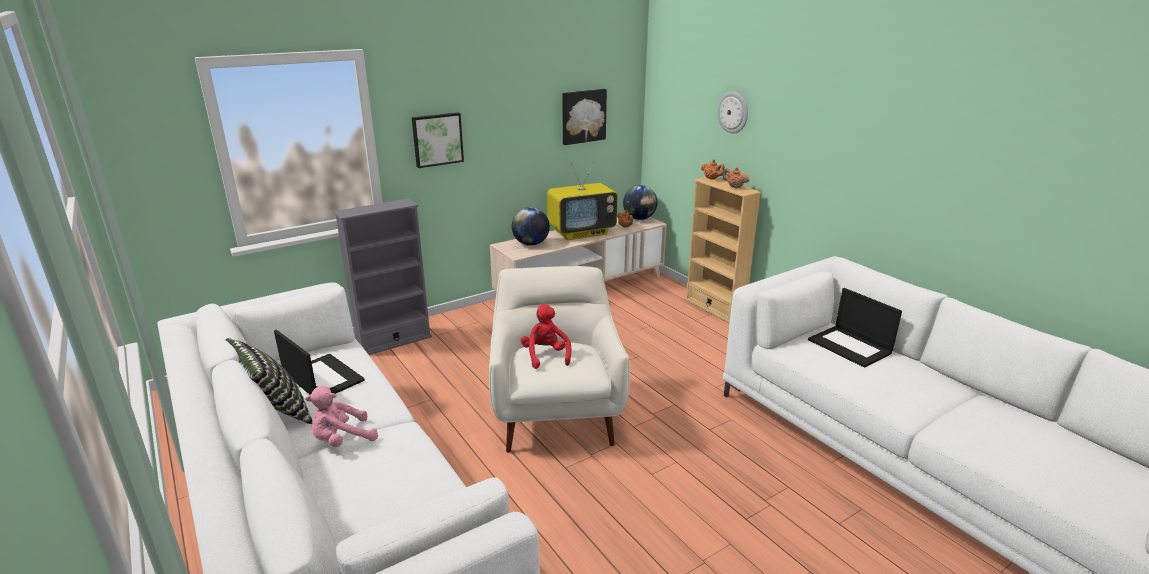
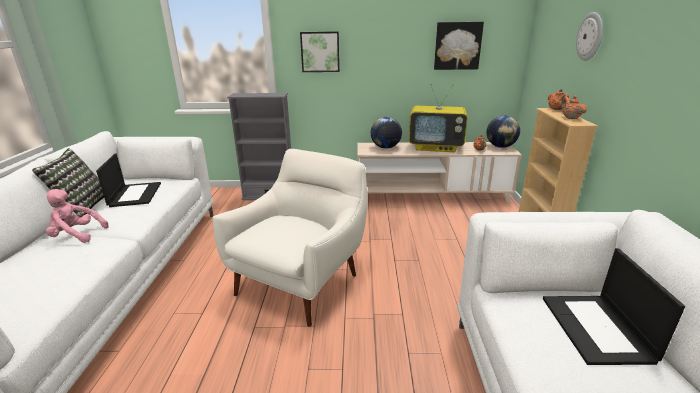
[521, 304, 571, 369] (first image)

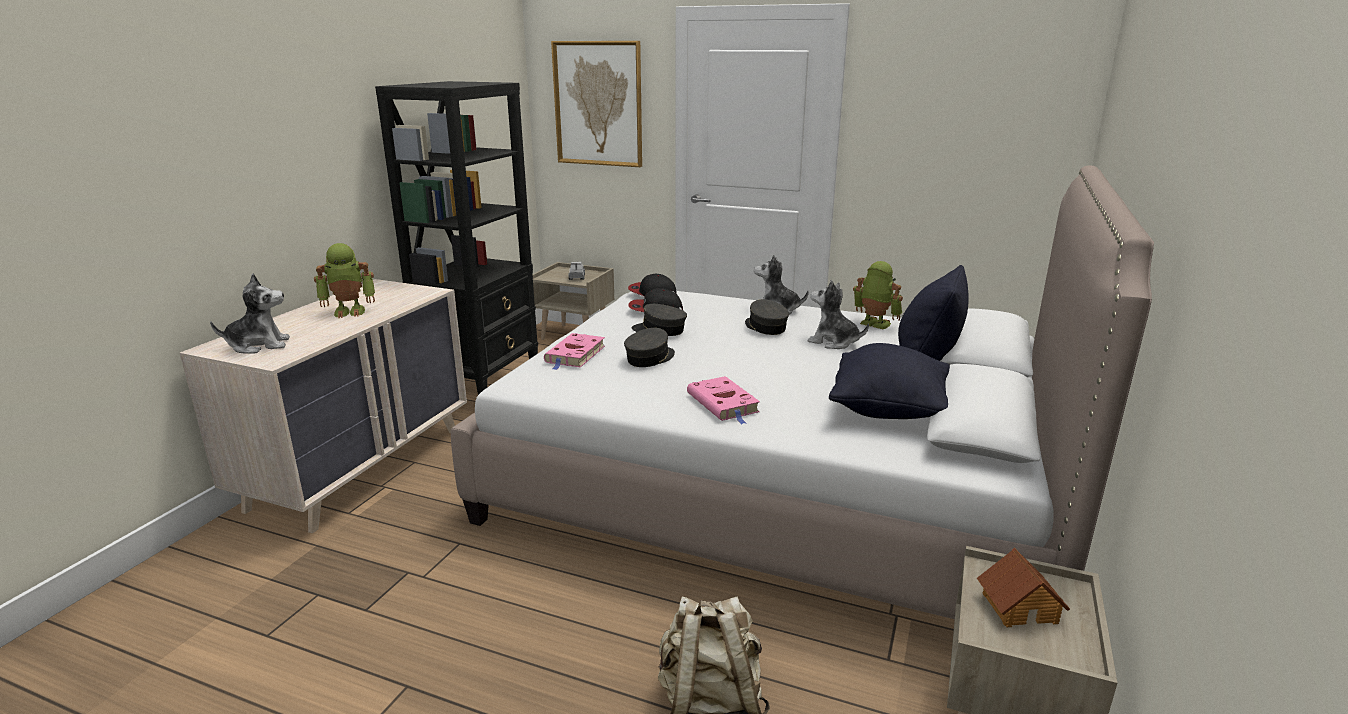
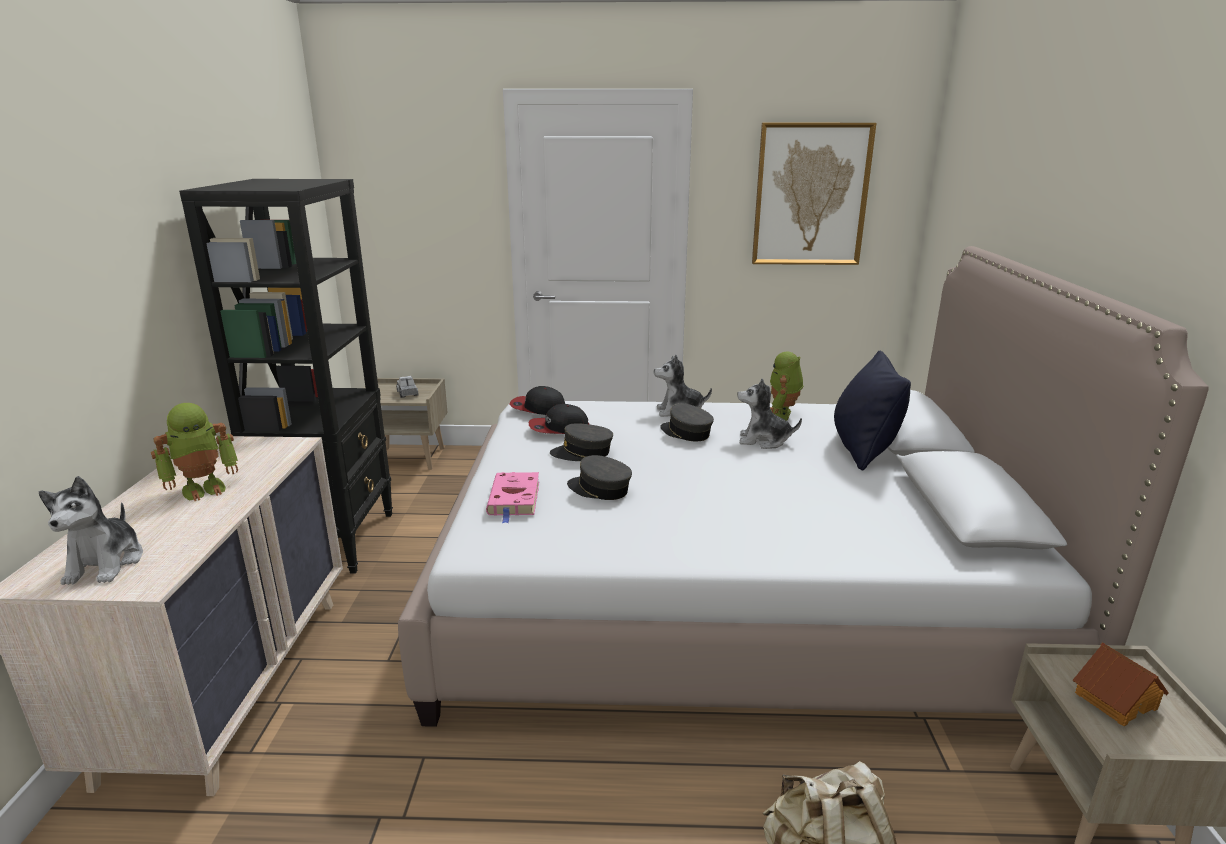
[39, 476, 143, 585]
[567, 455, 632, 500]
[752, 123, 876, 265]
[770, 351, 803, 421]
[687, 376, 760, 424] (first image)
[829, 343, 950, 419] (first image)

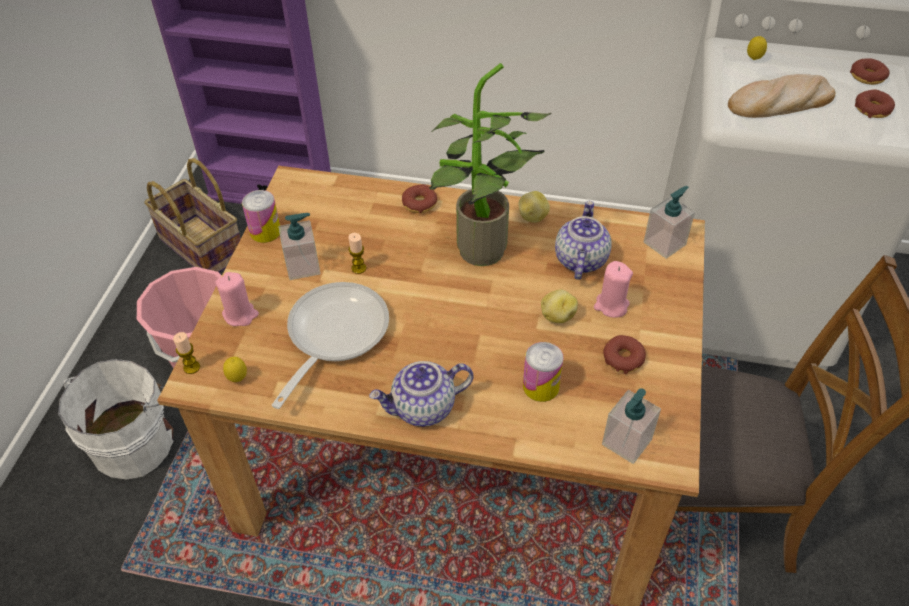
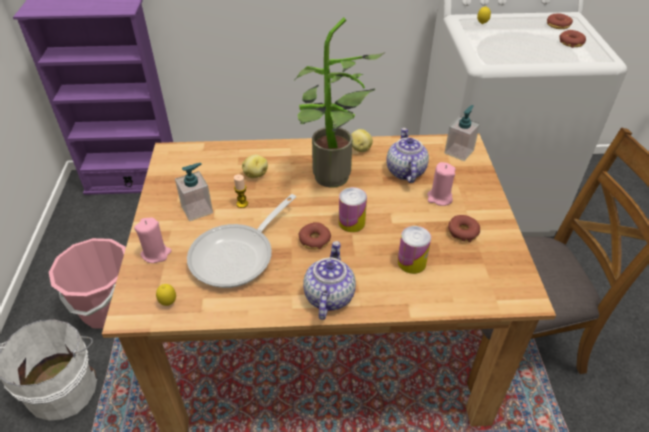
[187, 194, 296, 288]
[242, 154, 268, 178]
[298, 222, 331, 250]
[303, 241, 356, 320]
[339, 187, 367, 232]
[144, 158, 241, 273] (first image)
[173, 332, 200, 374] (first image)
[602, 388, 661, 464] (first image)
[728, 74, 835, 118] (first image)

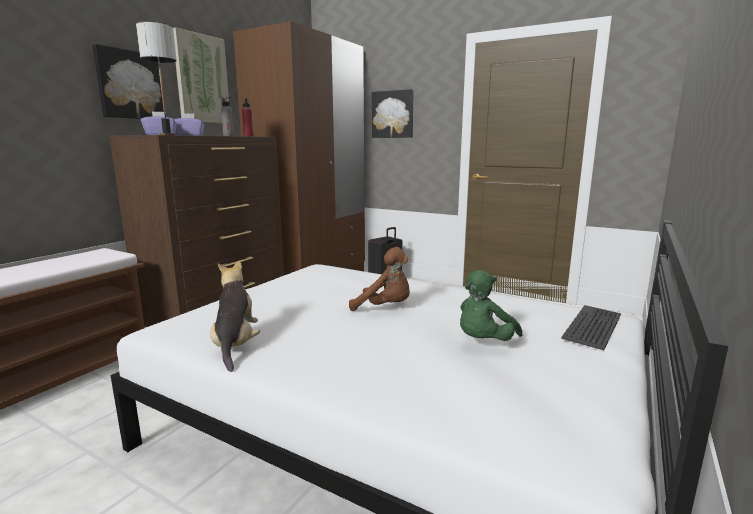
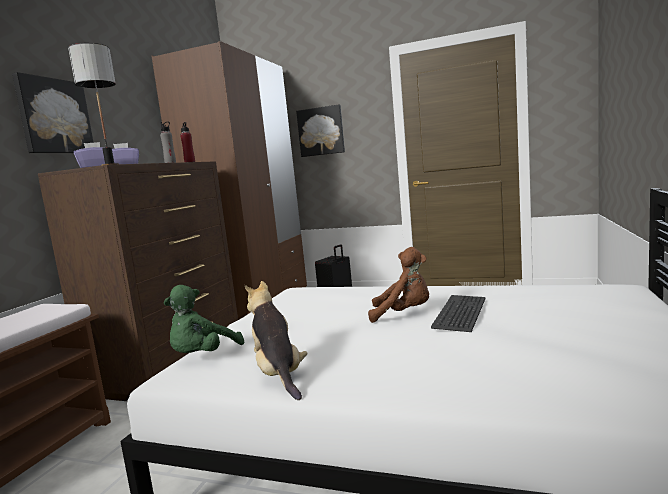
[164, 285, 244, 353]
[431, 295, 485, 332]
[173, 27, 229, 123] (first image)

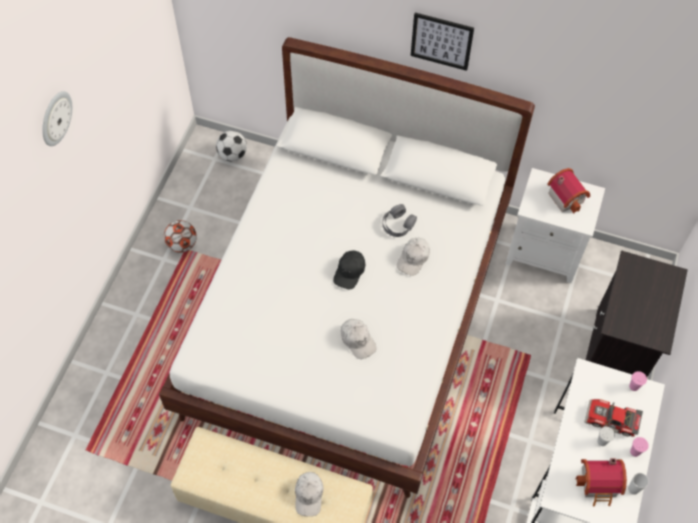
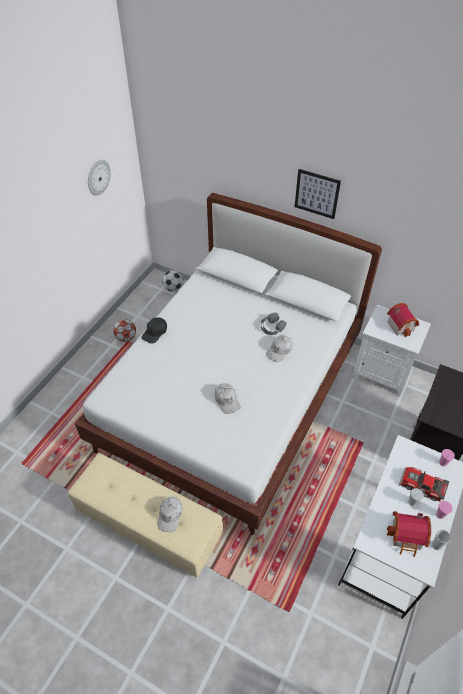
[88, 160, 111, 195]
[142, 318, 167, 343]

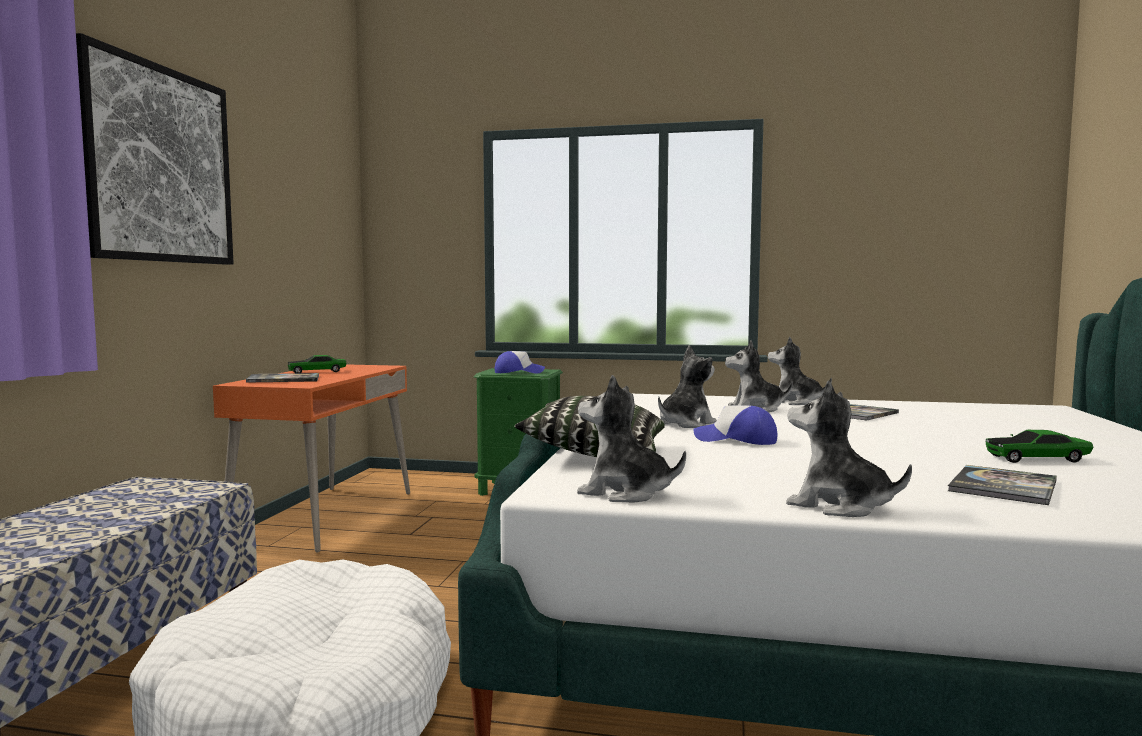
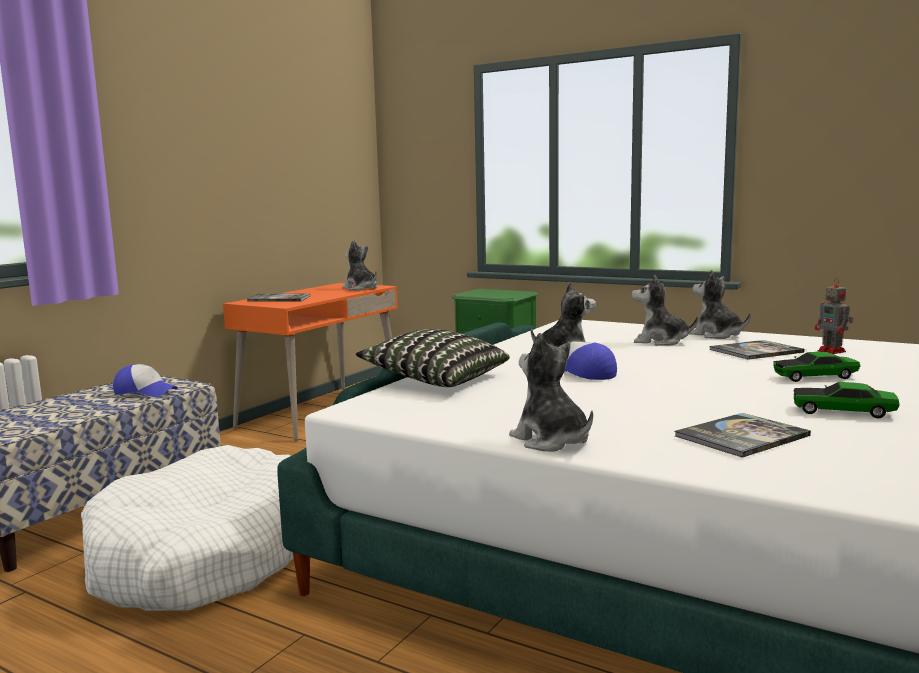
[113, 364, 178, 397]
[342, 240, 377, 291]
[773, 352, 860, 382]
[815, 278, 853, 354]
[76, 33, 234, 265] (first image)

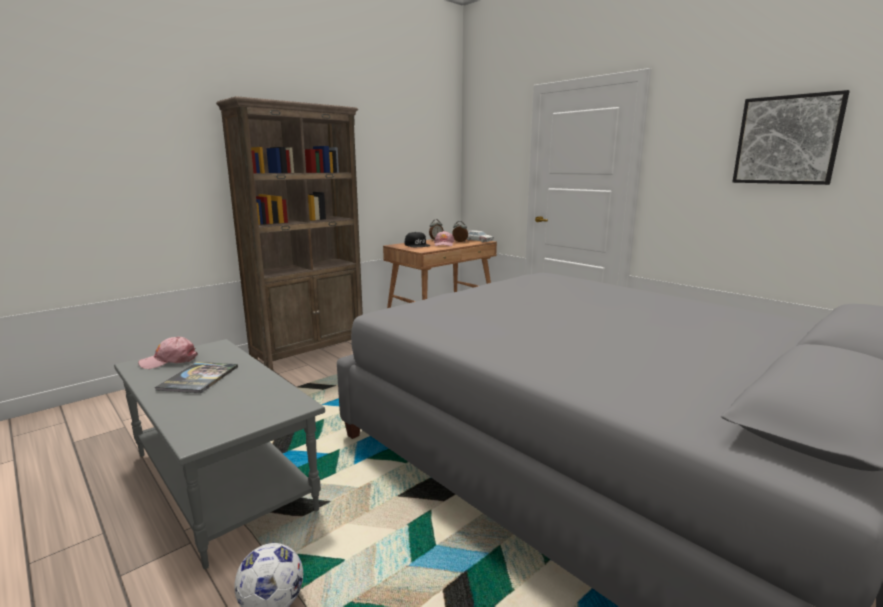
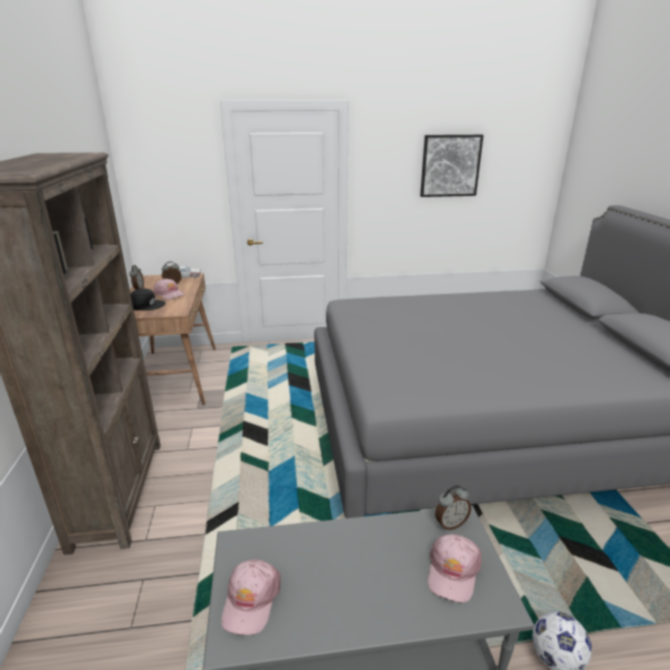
[428, 534, 482, 603]
[435, 485, 471, 530]
[155, 362, 238, 393] (first image)

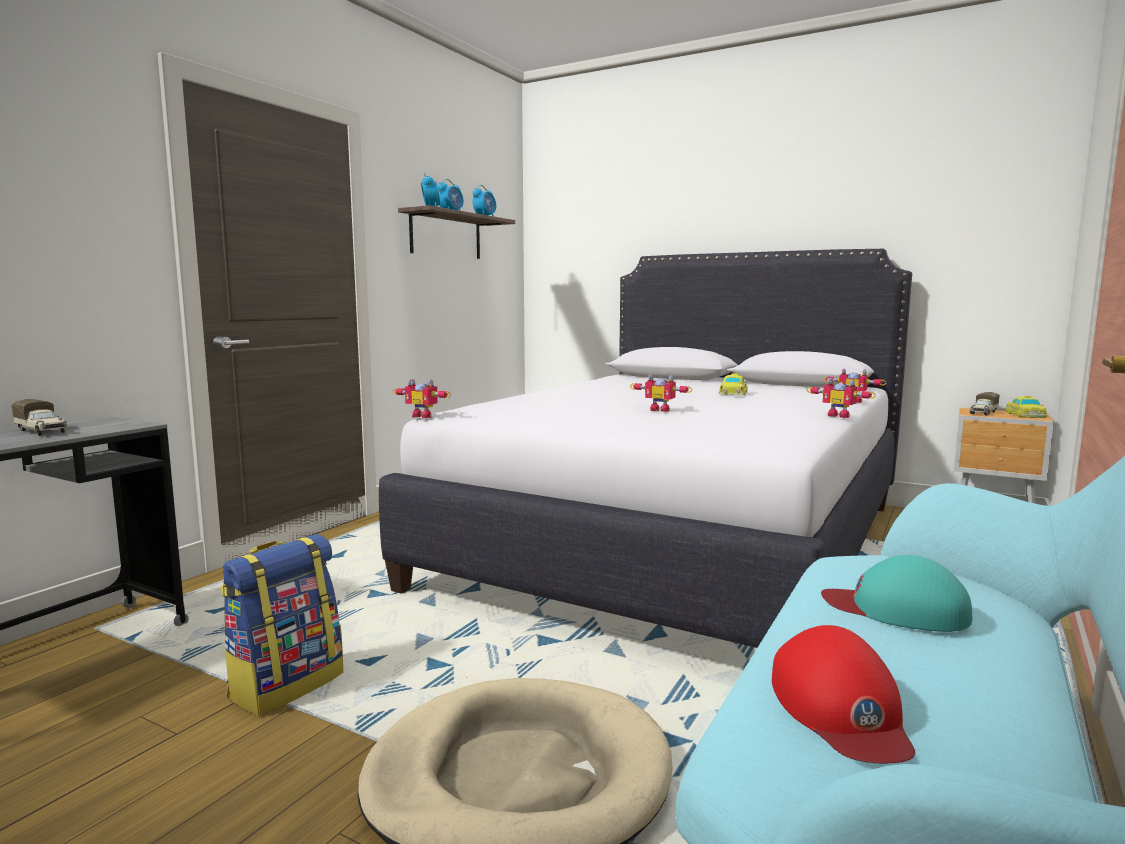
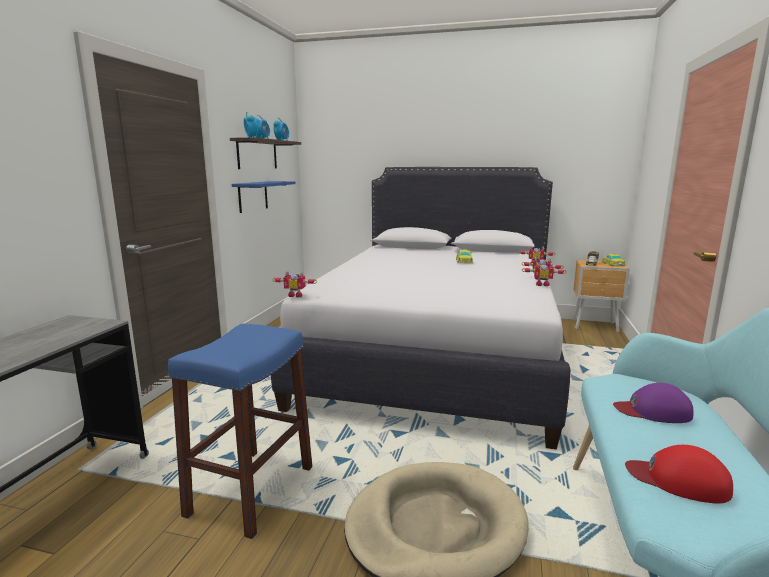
[168, 324, 312, 539]
[232, 181, 296, 213]
[522, 262, 567, 286]
[613, 383, 693, 423]
[625, 445, 733, 504]
[11, 399, 68, 436] (first image)

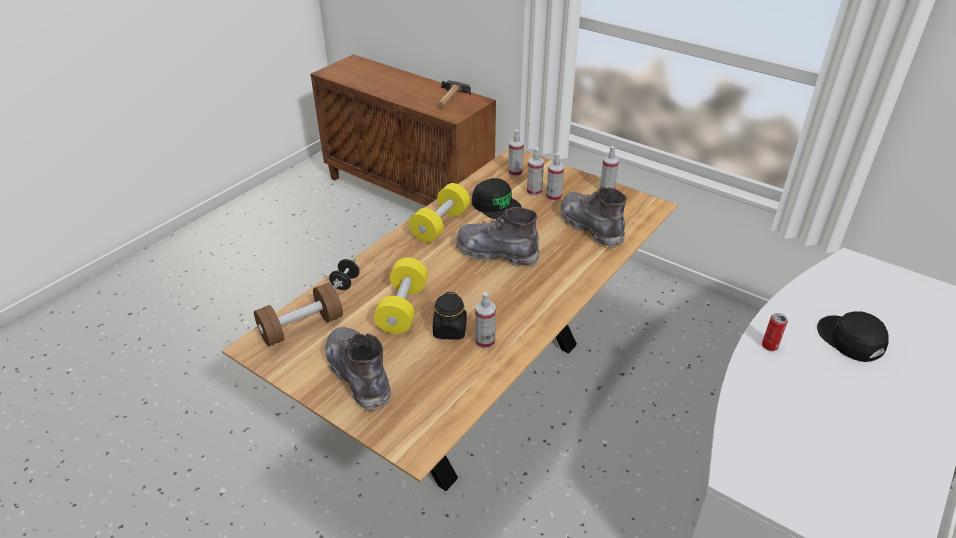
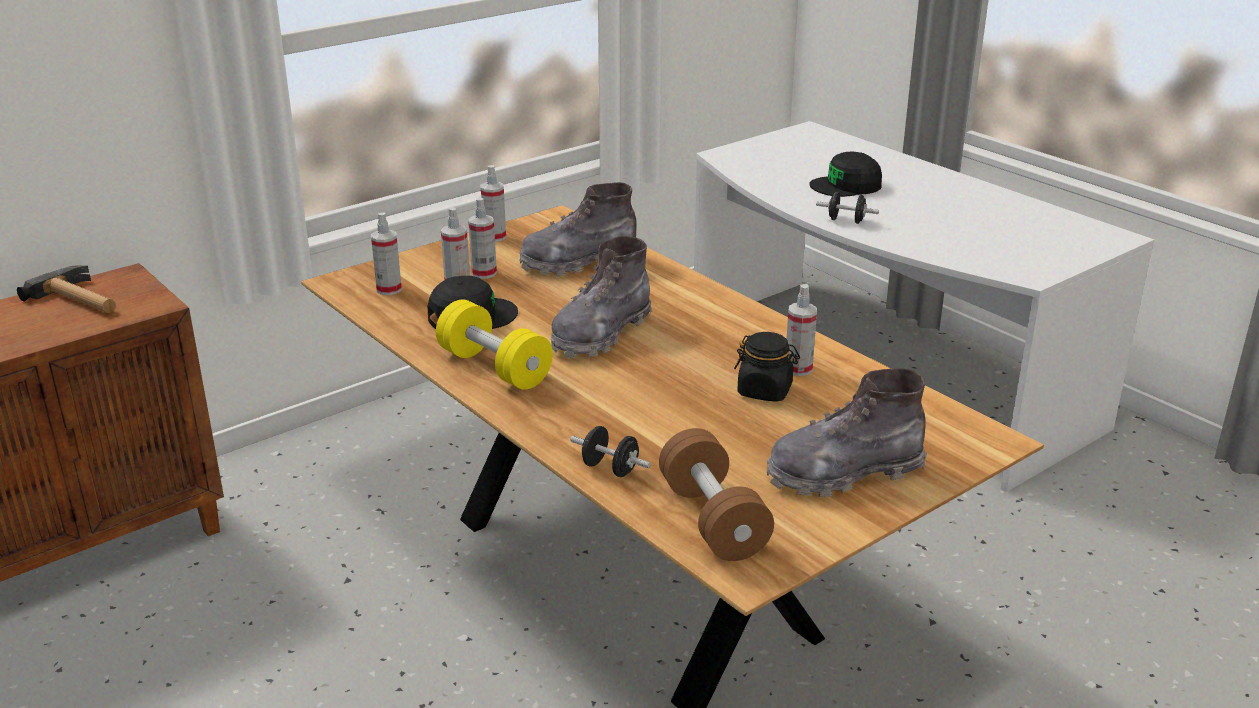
[816, 191, 879, 224]
[374, 258, 428, 334] (first image)

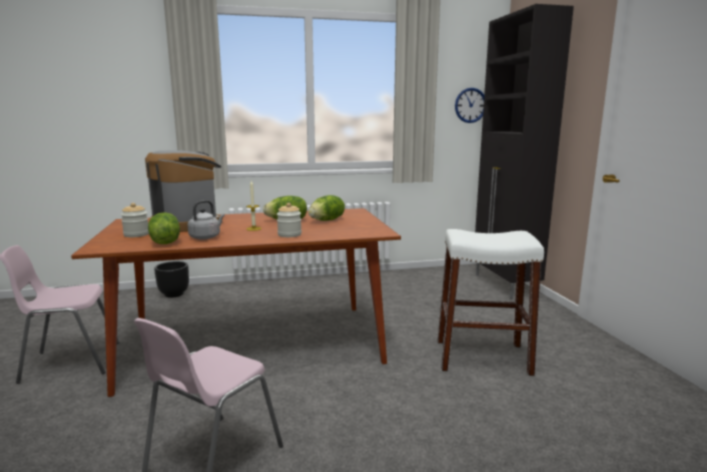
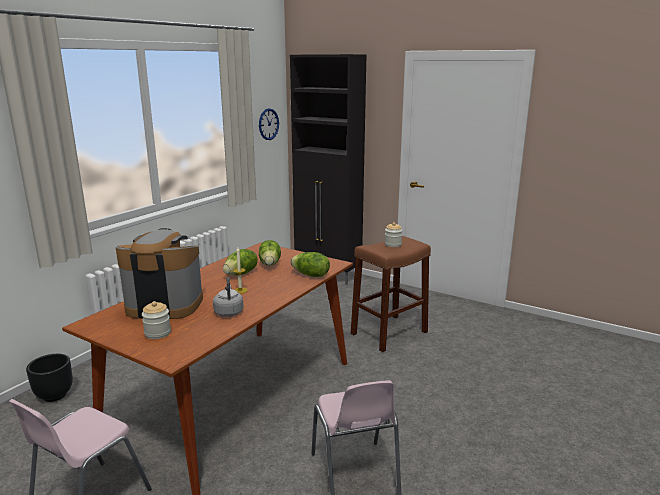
[290, 252, 330, 277]
[351, 236, 431, 352]
[385, 222, 403, 247]

